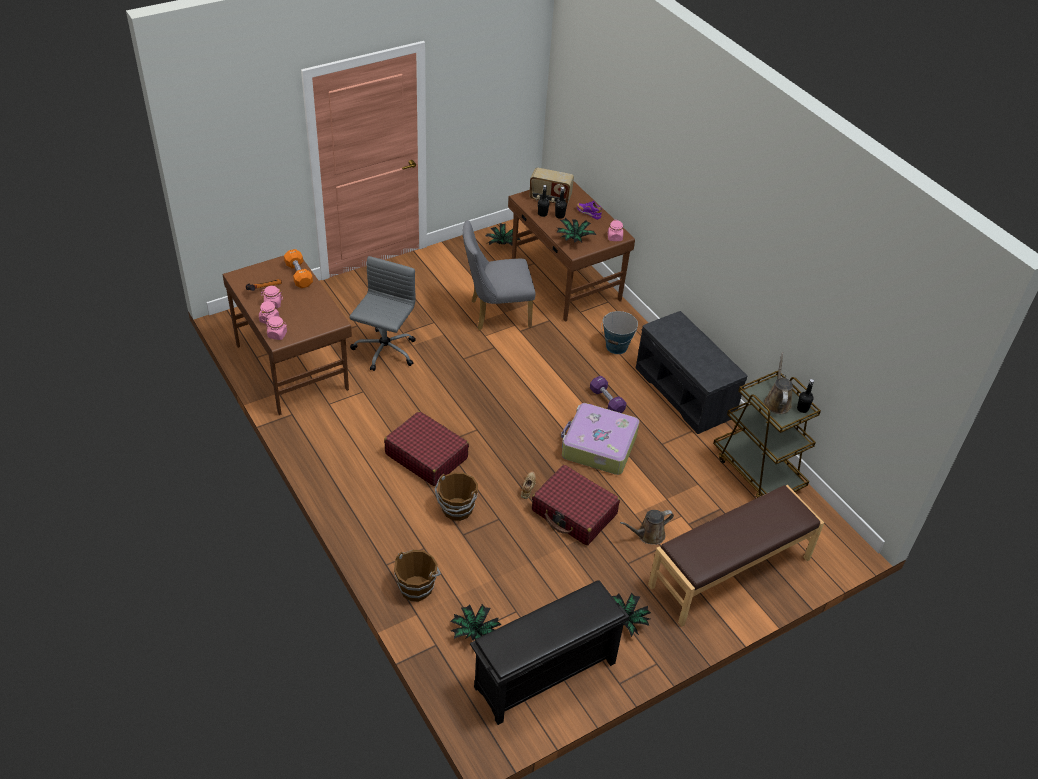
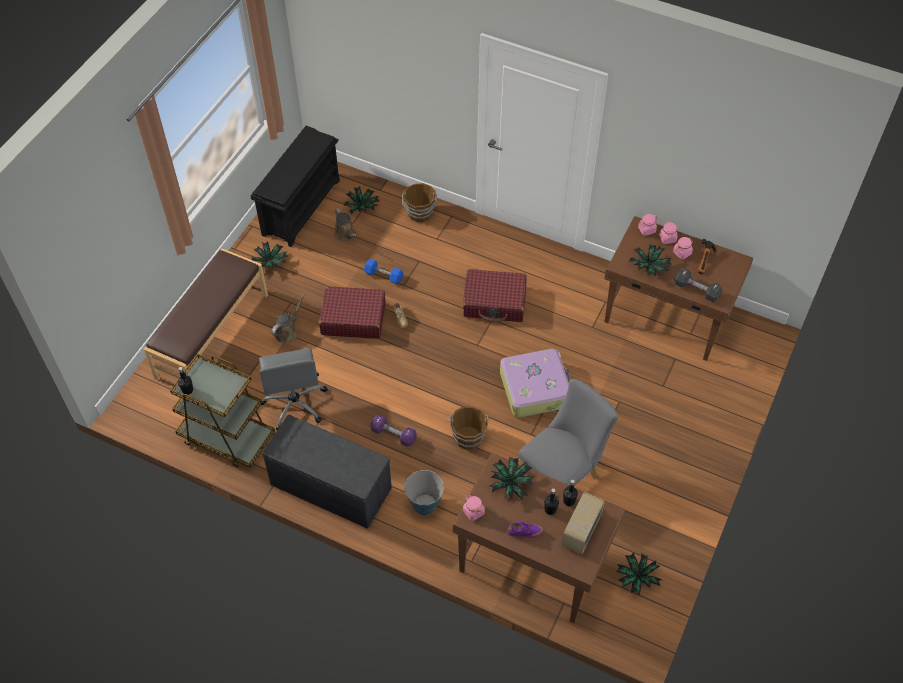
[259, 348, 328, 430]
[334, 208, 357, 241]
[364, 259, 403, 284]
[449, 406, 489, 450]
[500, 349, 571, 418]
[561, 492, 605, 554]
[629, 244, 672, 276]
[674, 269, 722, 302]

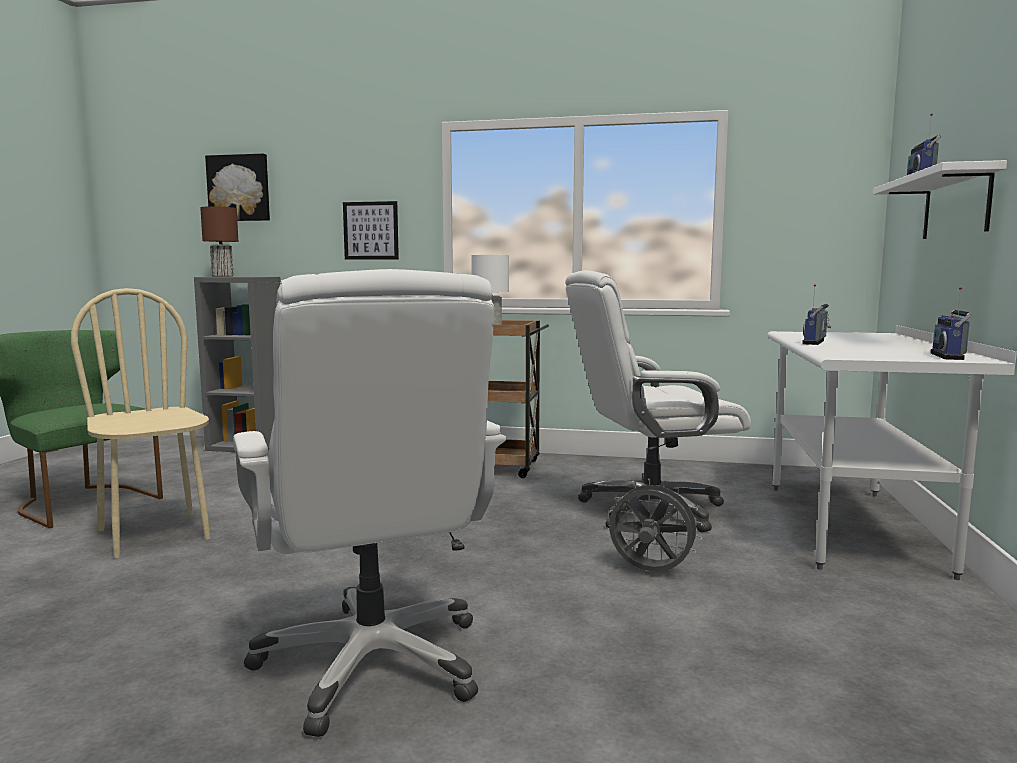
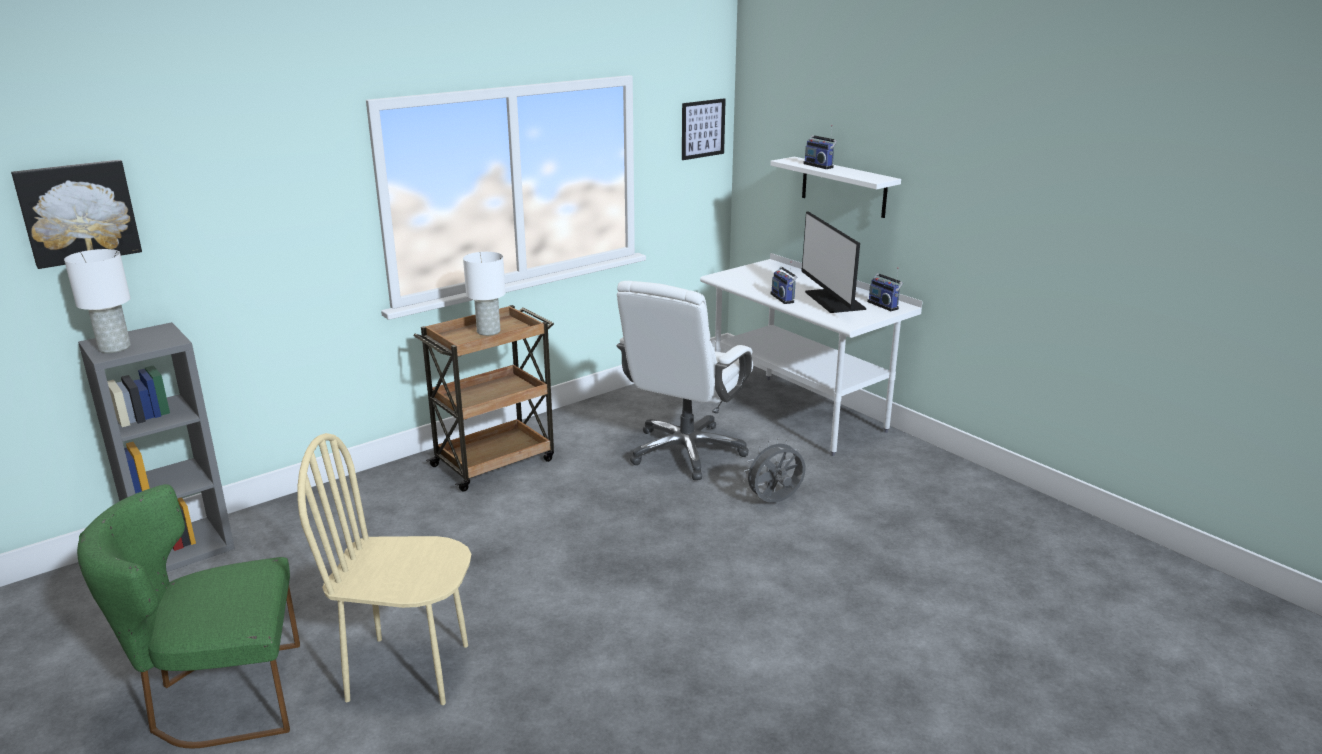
[64, 249, 131, 353]
[682, 98, 726, 160]
[801, 212, 866, 313]
[233, 269, 507, 737] (first image)

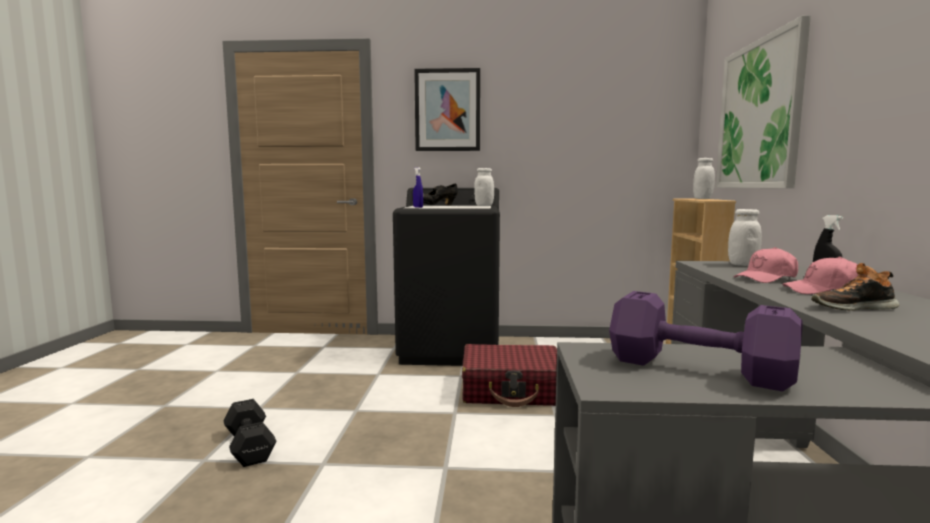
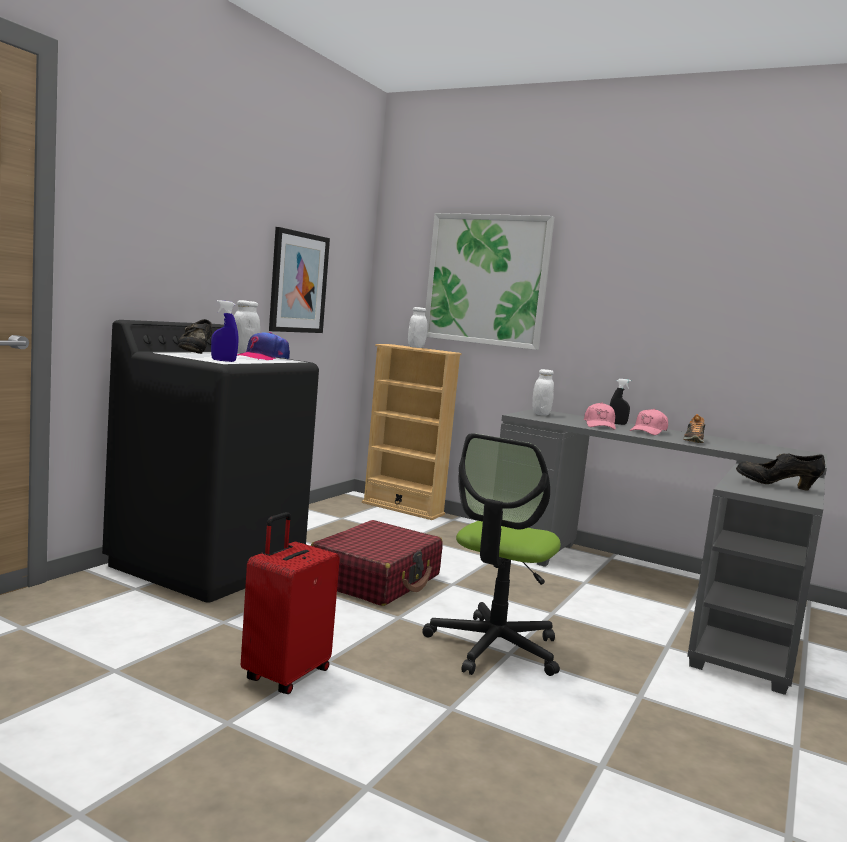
[237, 332, 290, 360]
[241, 512, 340, 694]
[269, 227, 330, 333]
[422, 433, 561, 676]
[736, 453, 825, 491]
[223, 399, 277, 467] (first image)

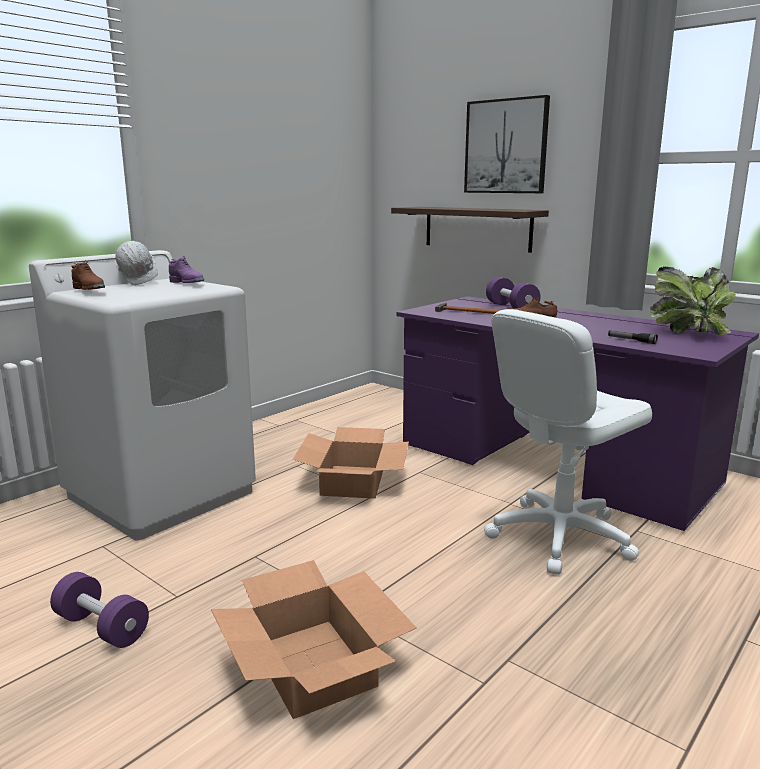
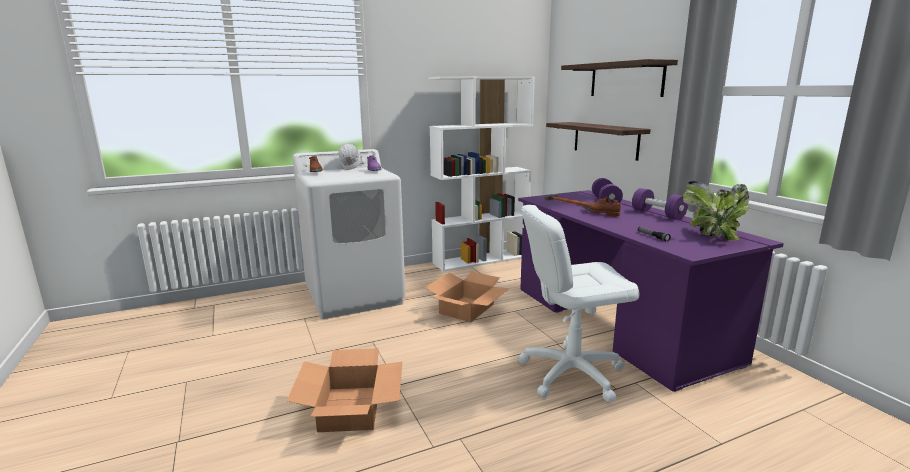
[428, 76, 535, 272]
[561, 59, 678, 97]
[632, 188, 688, 220]

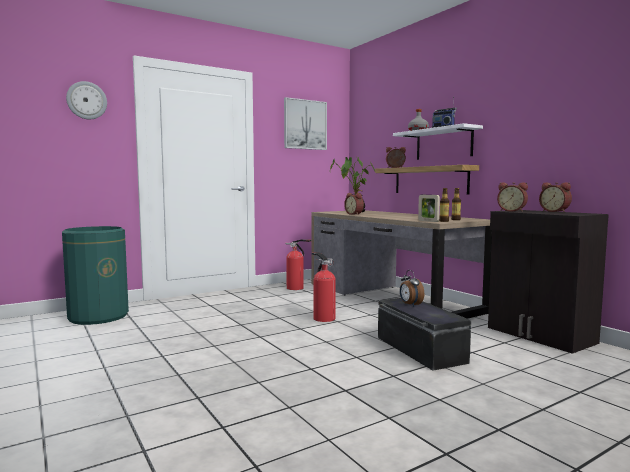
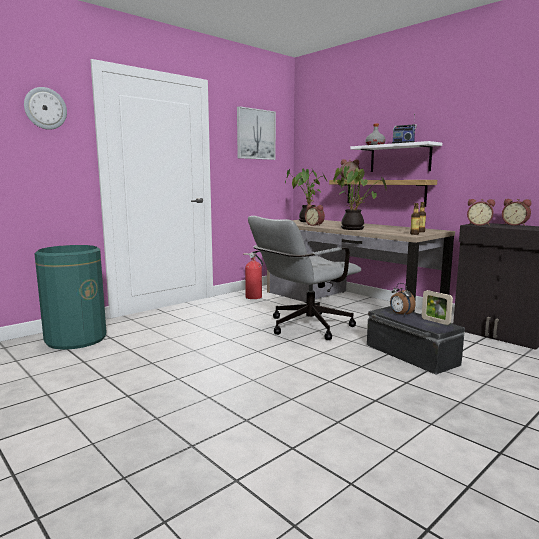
[248, 216, 361, 340]
[333, 166, 387, 230]
[422, 290, 453, 325]

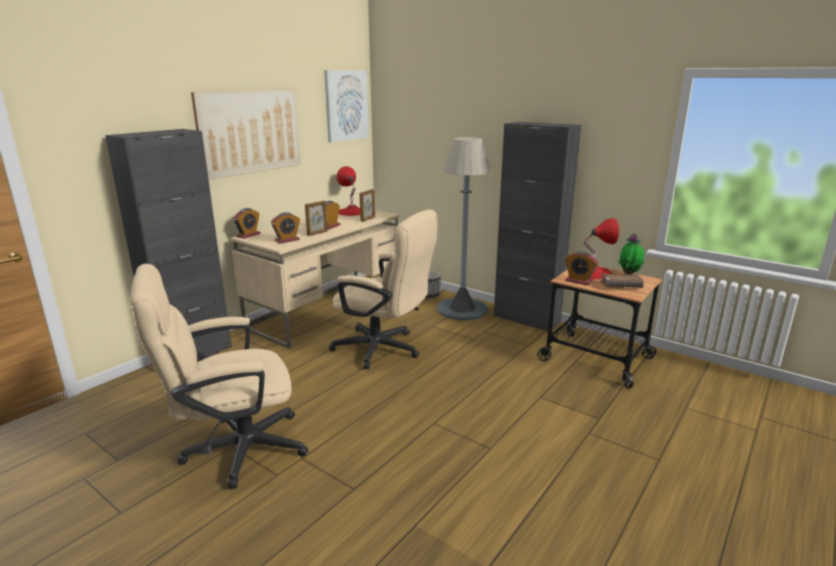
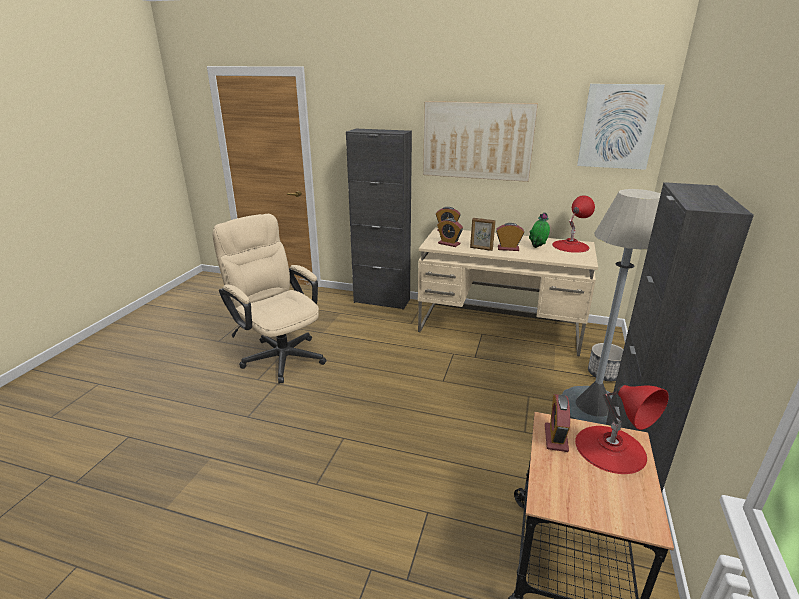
[529, 212, 550, 248]
[329, 209, 438, 369] (first image)
[360, 189, 375, 222] (first image)
[600, 274, 644, 288] (first image)

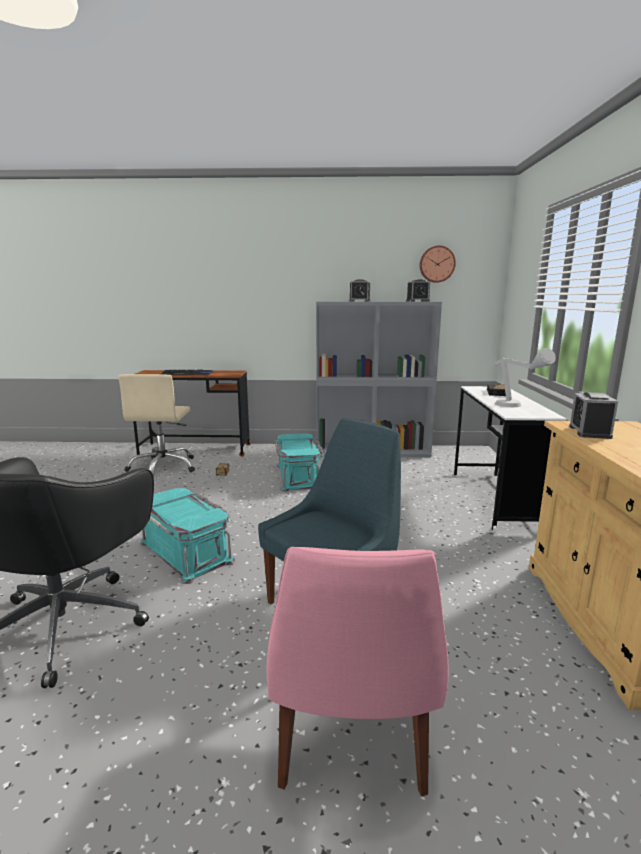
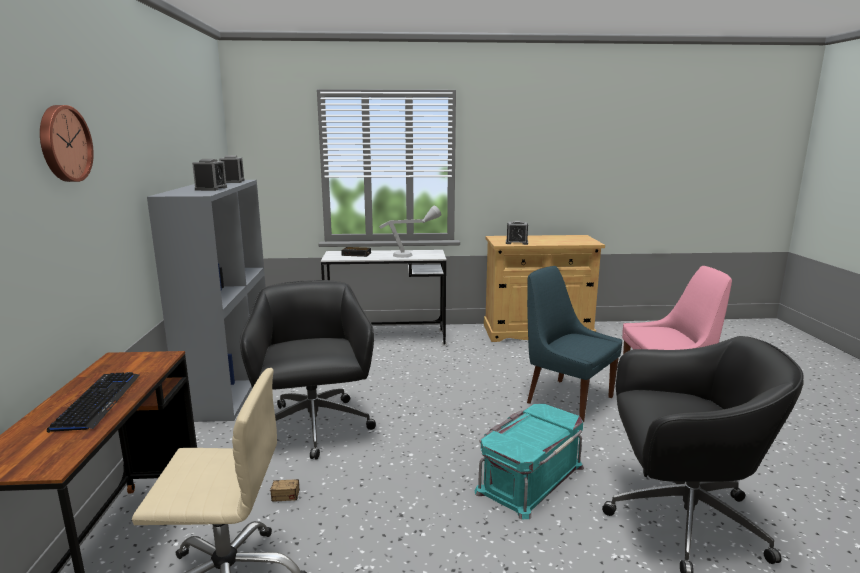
[40, 105, 94, 182]
[240, 280, 376, 460]

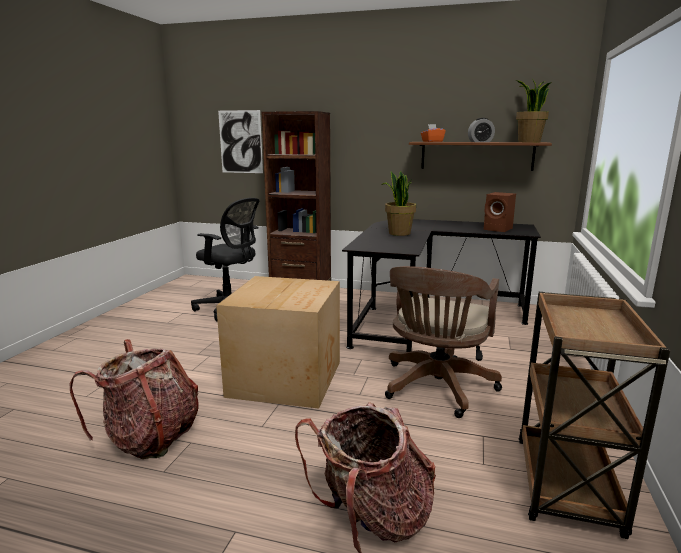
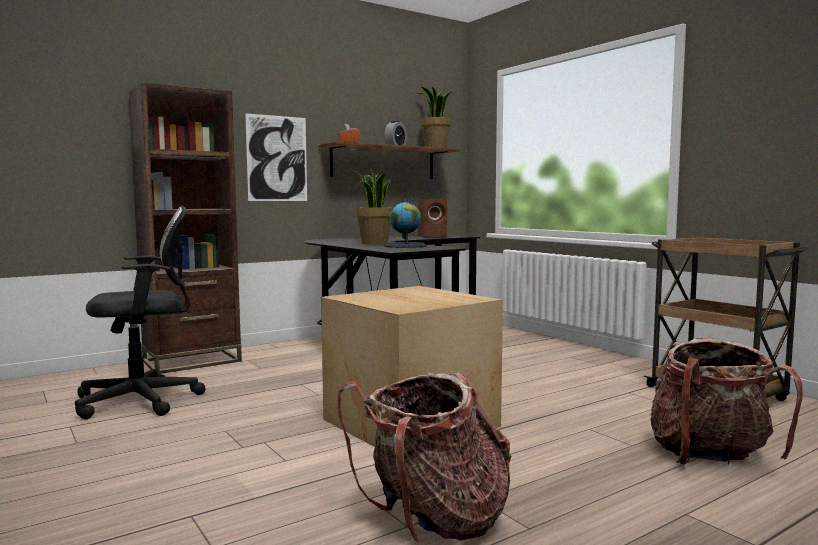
[245, 113, 307, 201]
[384, 198, 427, 248]
[385, 266, 502, 418] (first image)

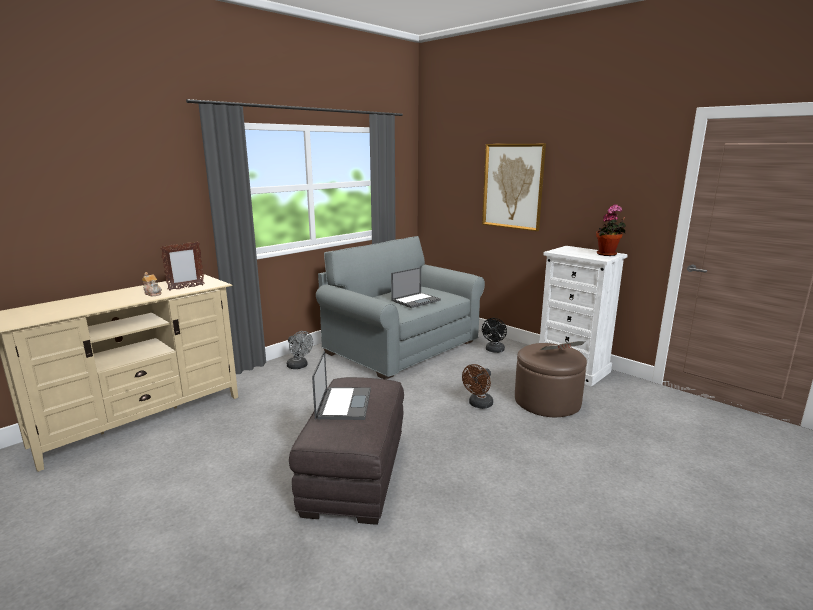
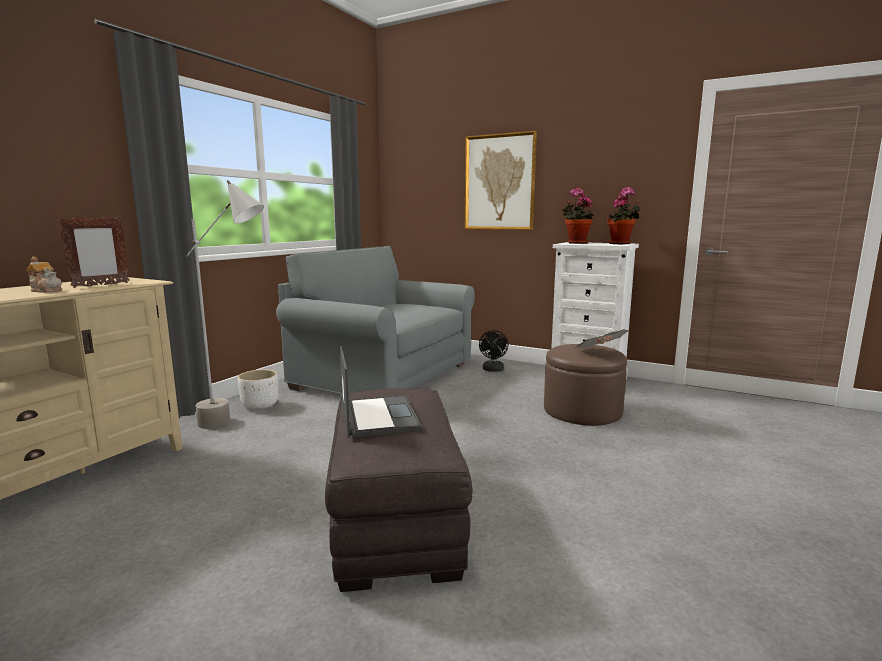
[186, 180, 264, 429]
[238, 369, 278, 410]
[562, 187, 593, 244]
[391, 267, 441, 308] (first image)
[462, 364, 493, 409] (first image)

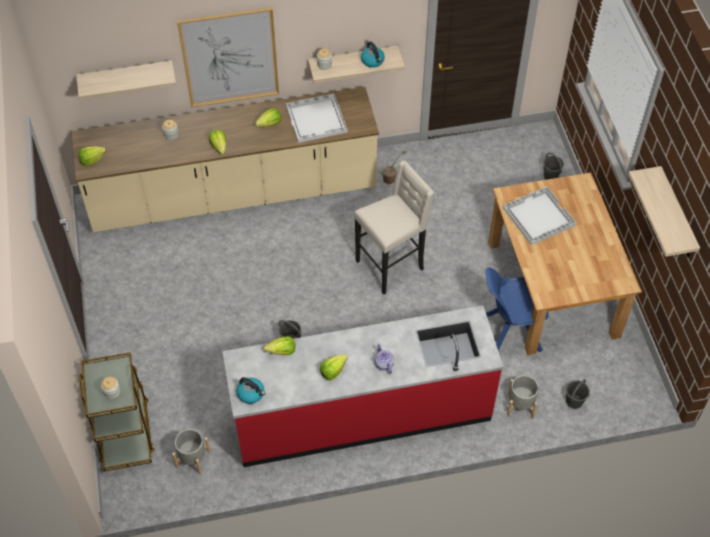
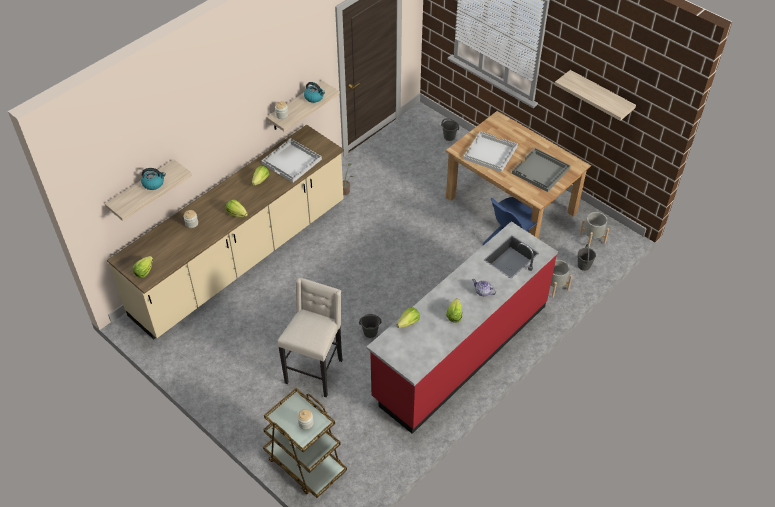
[141, 168, 166, 190]
[277, 277, 343, 398]
[512, 148, 570, 192]
[579, 212, 609, 248]
[177, 7, 279, 108] (first image)

